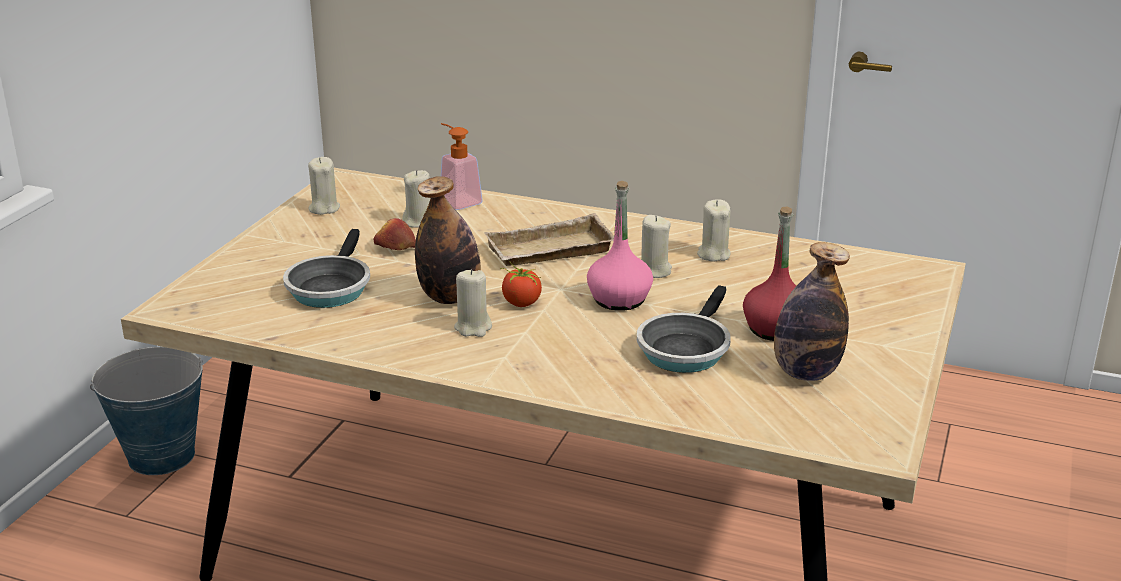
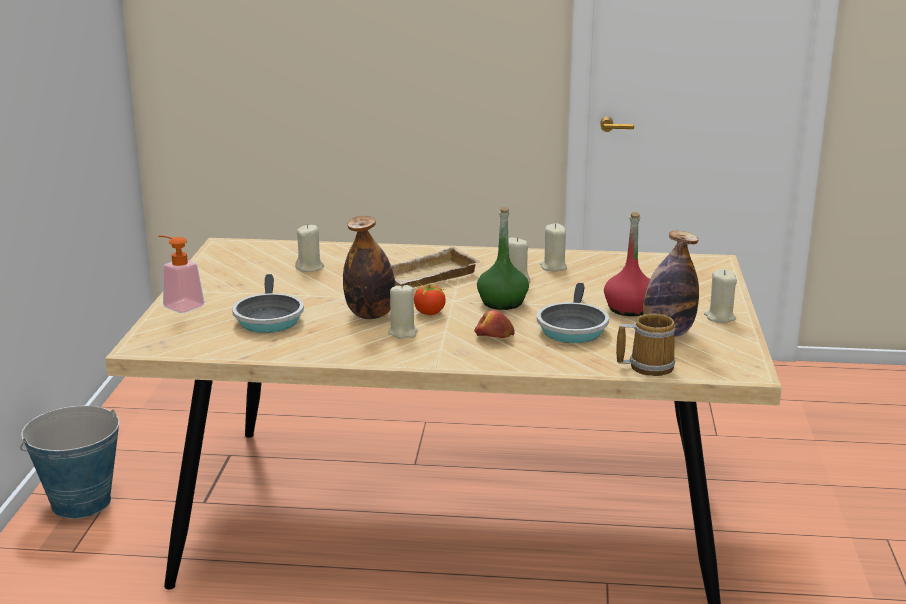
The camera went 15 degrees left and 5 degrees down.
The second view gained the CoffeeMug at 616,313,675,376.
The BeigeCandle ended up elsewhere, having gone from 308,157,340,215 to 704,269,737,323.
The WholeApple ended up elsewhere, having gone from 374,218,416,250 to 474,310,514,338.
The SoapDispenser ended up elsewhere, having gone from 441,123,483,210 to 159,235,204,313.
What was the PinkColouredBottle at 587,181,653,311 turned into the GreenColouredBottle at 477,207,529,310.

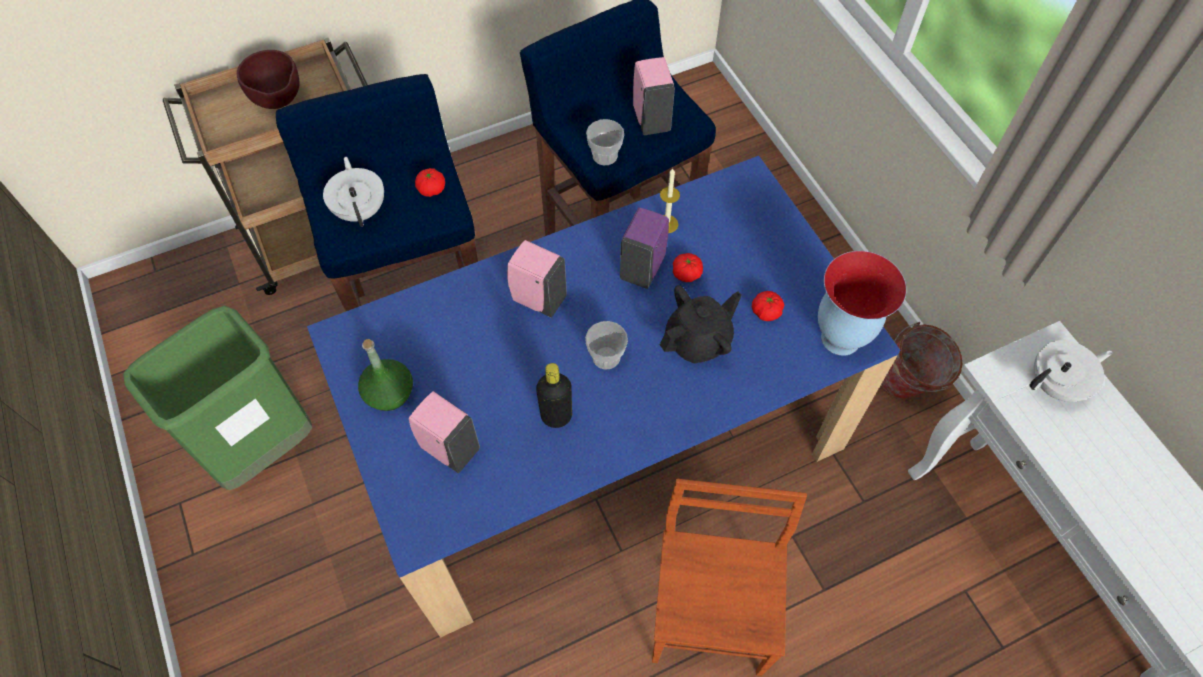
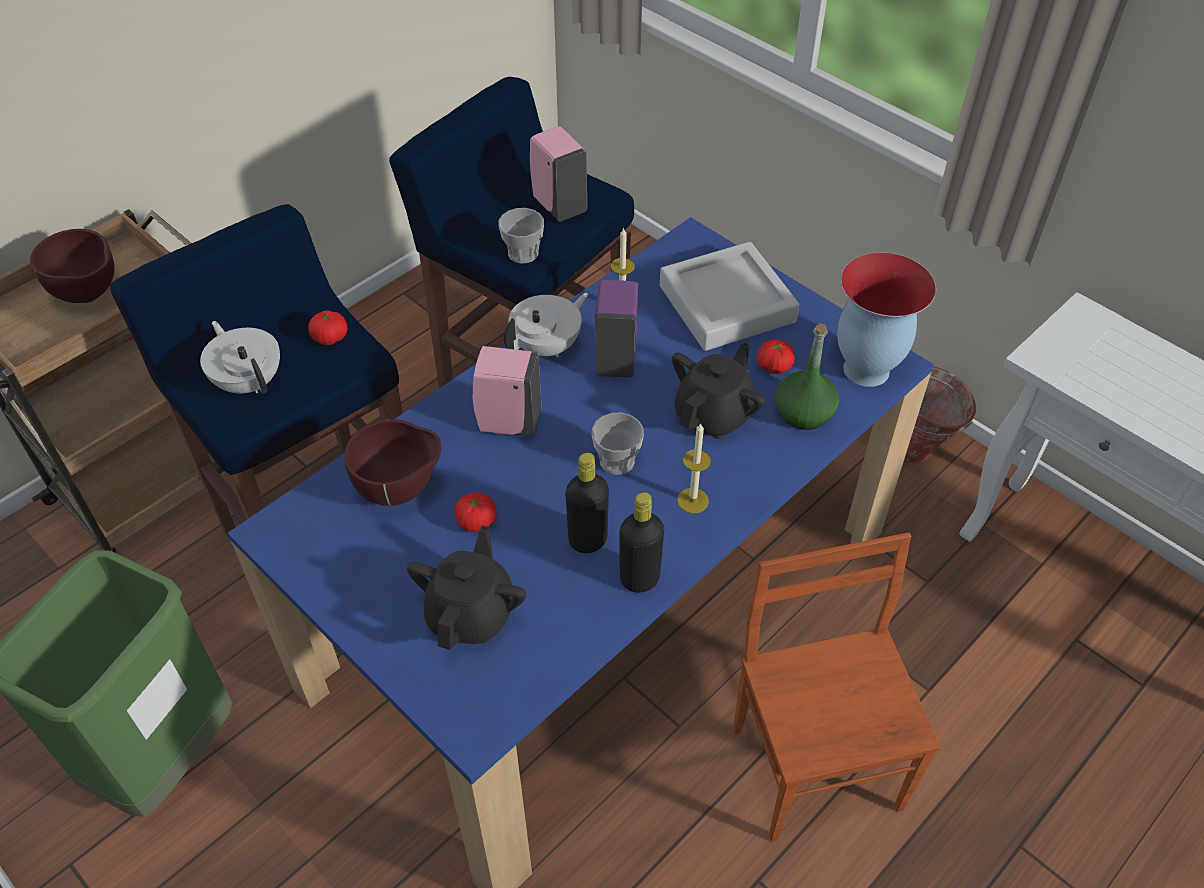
The camera went 20 degrees left and 10 degrees down.
The second view gained the BrownColouredBowl at 344,419,441,506.
The second view gained the BlackColouredBottle at 619,492,664,593.
The second view gained the GreyishCarryingTray at 660,242,799,351.
The second view gained the Candle at 677,423,711,514.
The GreenColouredBottle ended up elsewhere, having gone from 358,339,413,411 to 775,323,839,430.
The FreshTomato ended up elsewhere, having gone from 673,253,703,282 to 454,493,497,532.
The WhiteTeaPot ended up elsewhere, having gone from 1029,340,1113,402 to 504,293,588,357.
Where the PinkColouredSoapDispenser stood at 409,391,480,473, the BlackColouredTeaPot came to stand at 407,525,526,650.

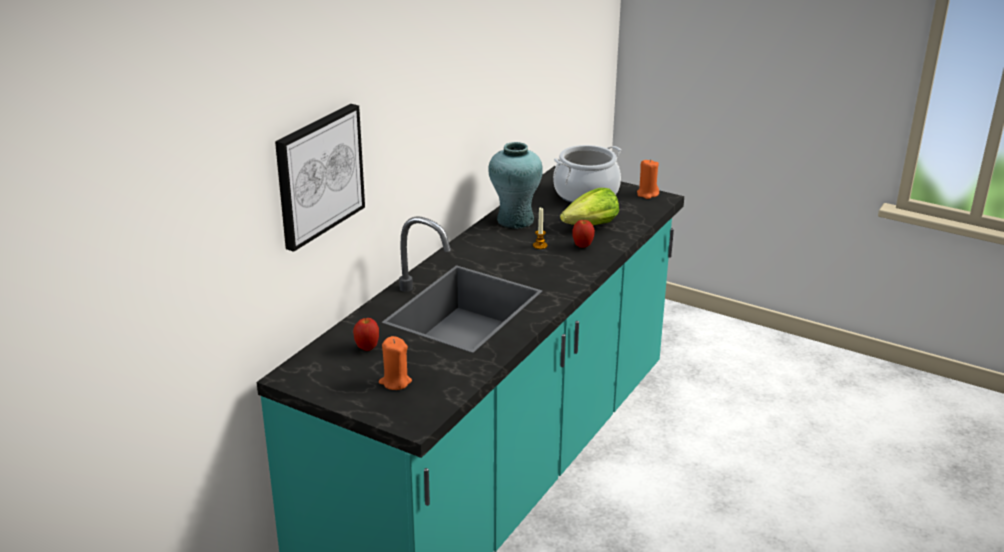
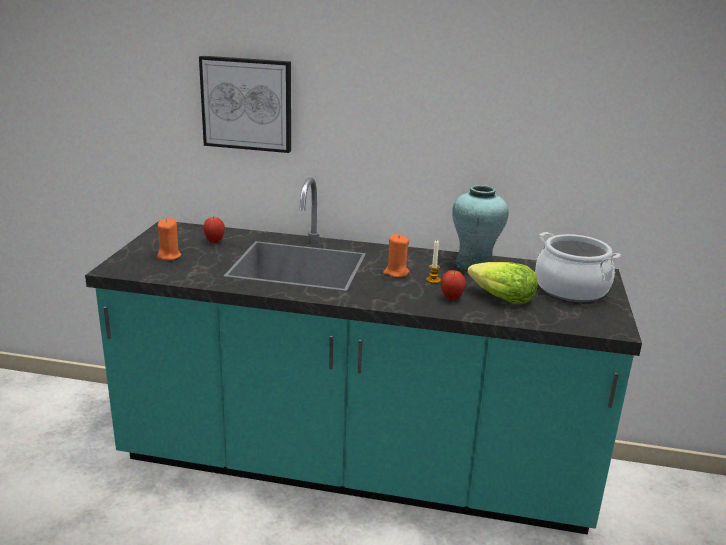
The camera went 70 degrees right and 5 degrees down.
The OrangeCandle ended up elsewhere, having gone from 637,159,659,199 to 383,234,409,277.

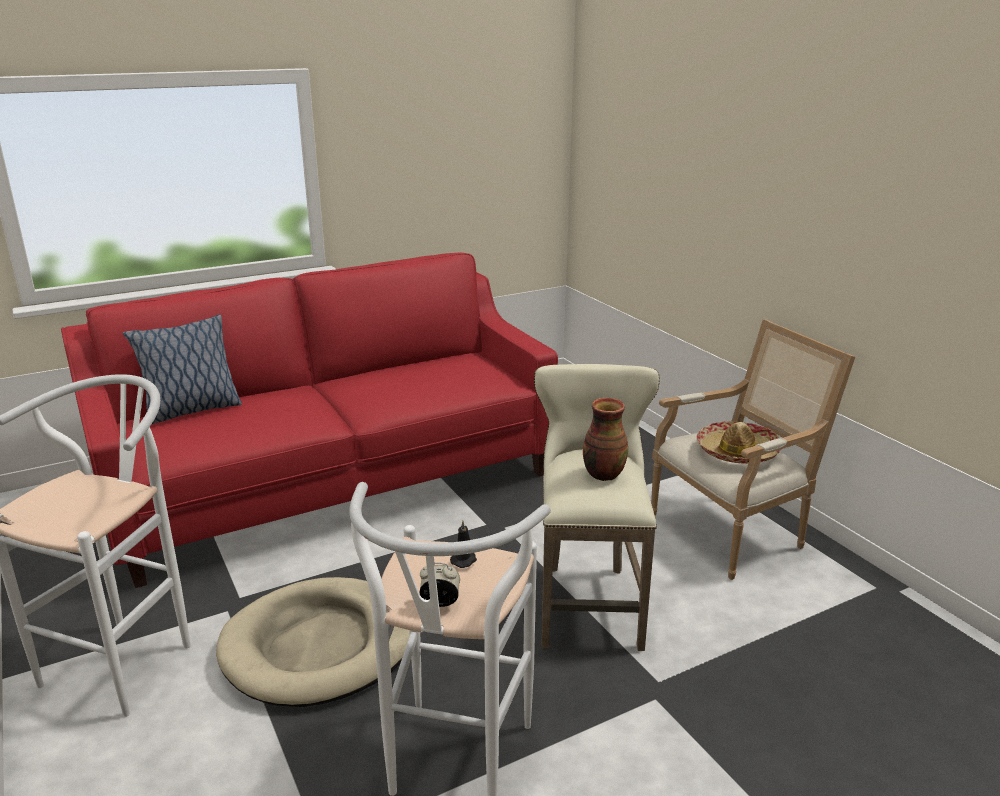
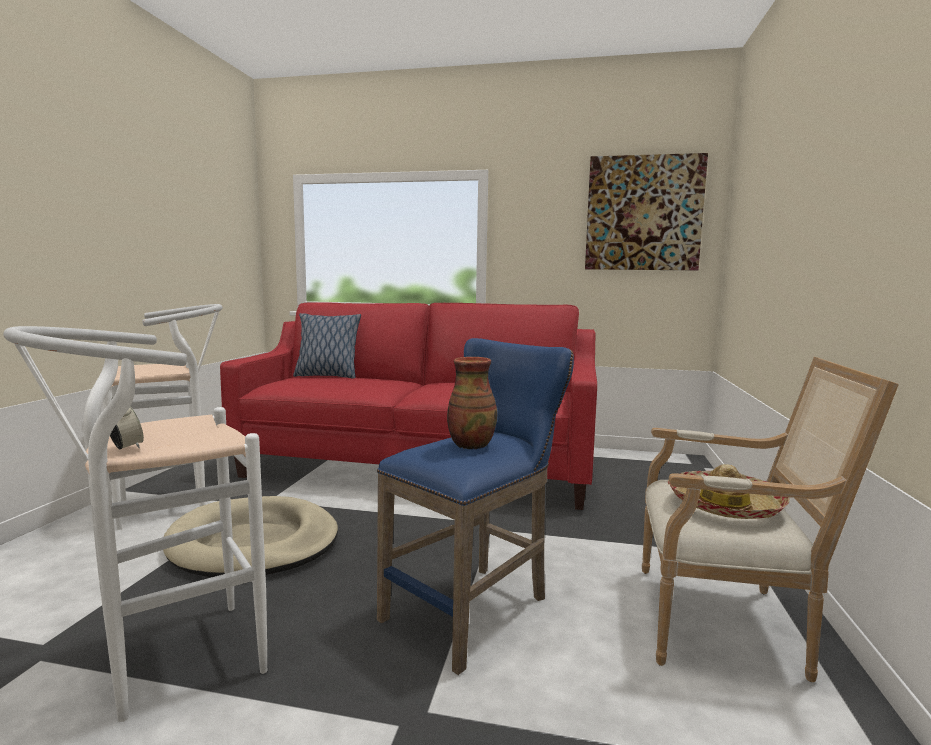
The camera went 40 degrees right and 15 degrees down.
The second view lost the BlackColouredCandle at 450,521,477,568.
The second view gained the WallPicture at 585,153,708,270.
What was the BeigeStoolSeat at 534,364,660,651 turned into the BluishStoolSeat at 377,338,574,675.

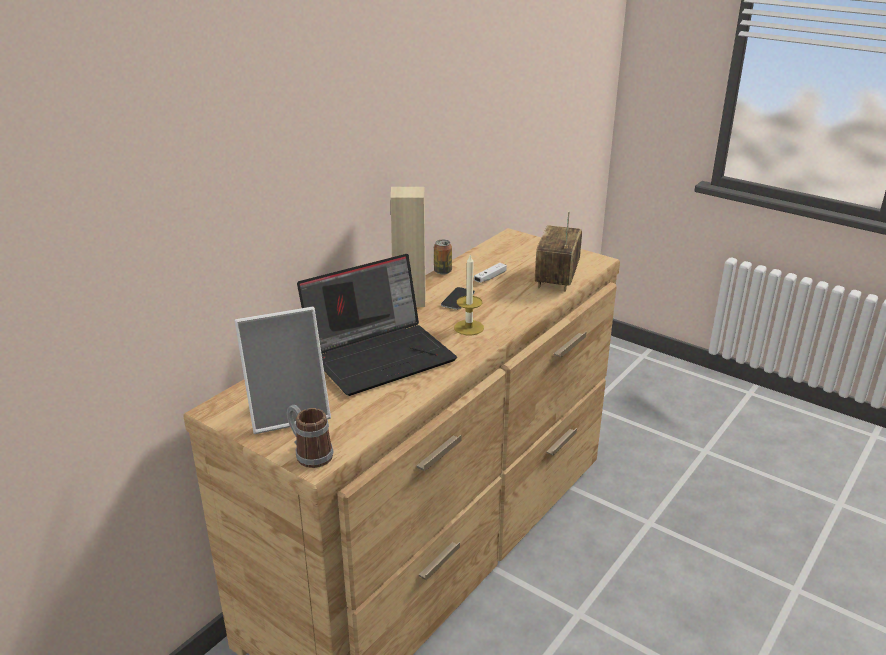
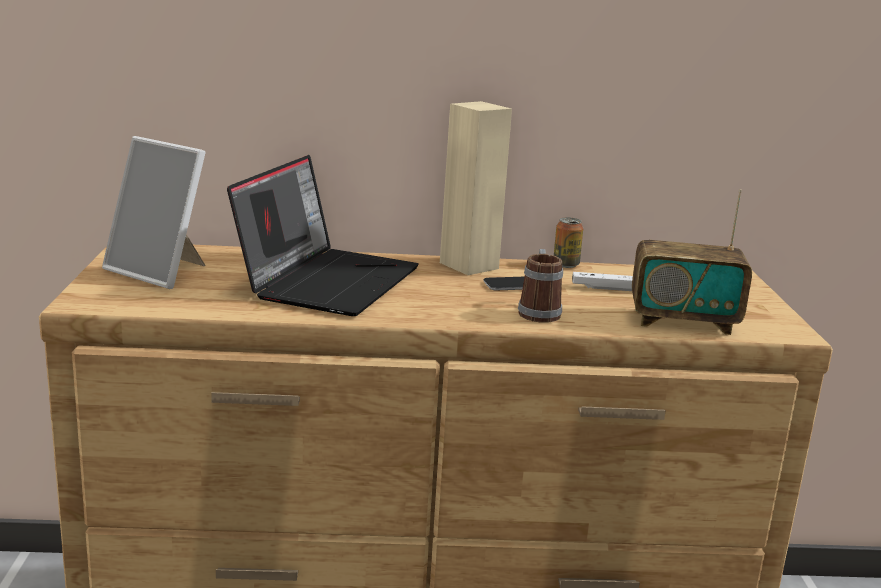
The camera went 50 degrees right and 10 degrees down.
The second view lost the Candle at 454,254,484,335.
The CoffeeMug ended up elsewhere, having gone from 287,405,334,468 to 518,249,563,323.
The PortableComputer at 297,254,457,396 ended up facing another way, 90 degrees counterclockwise from before.
The RadioSet at 535,211,582,292 ended up facing another way, 150 degrees counterclockwise from before.

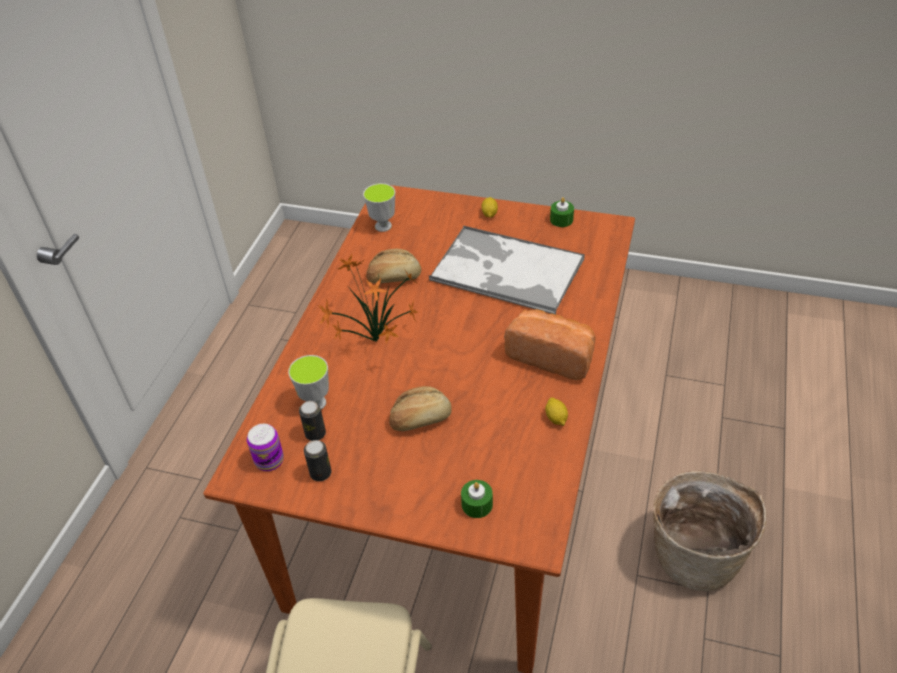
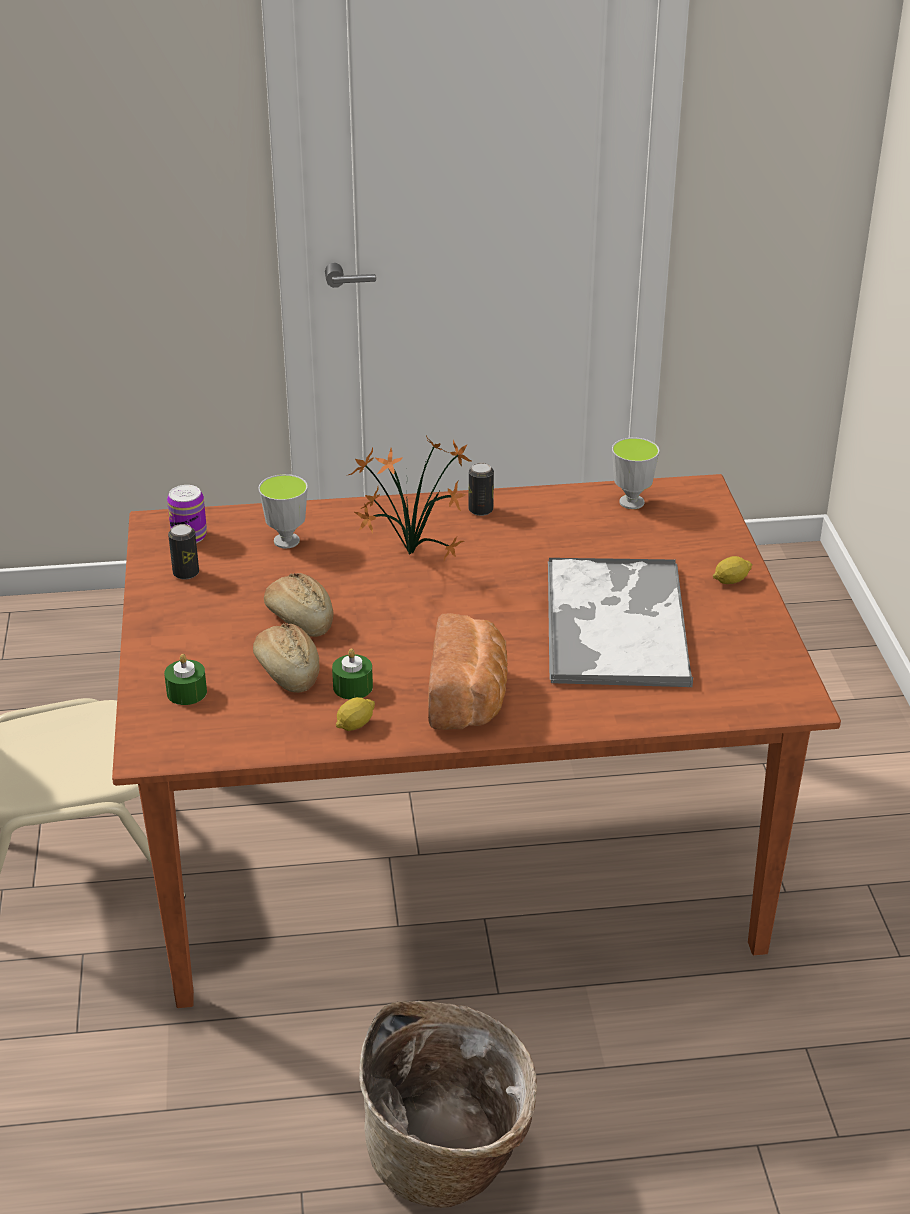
The camera went 65 degrees right and 10 degrees down.
The MetalCan ended up elsewhere, having gone from 299,401,326,441 to 469,463,494,516.
The Bread ended up elsewhere, having gone from 366,249,421,283 to 253,623,320,693.
The GreenColouredCandle ended up elsewhere, having gone from 550,197,574,227 to 332,648,373,699.

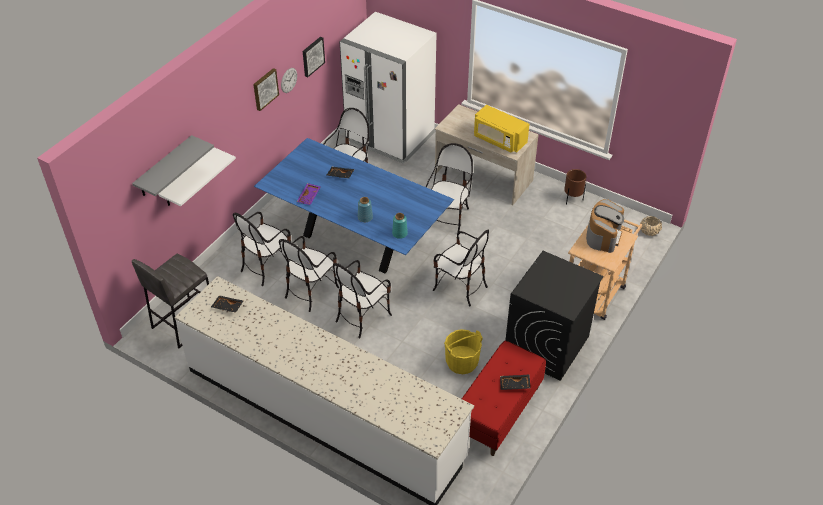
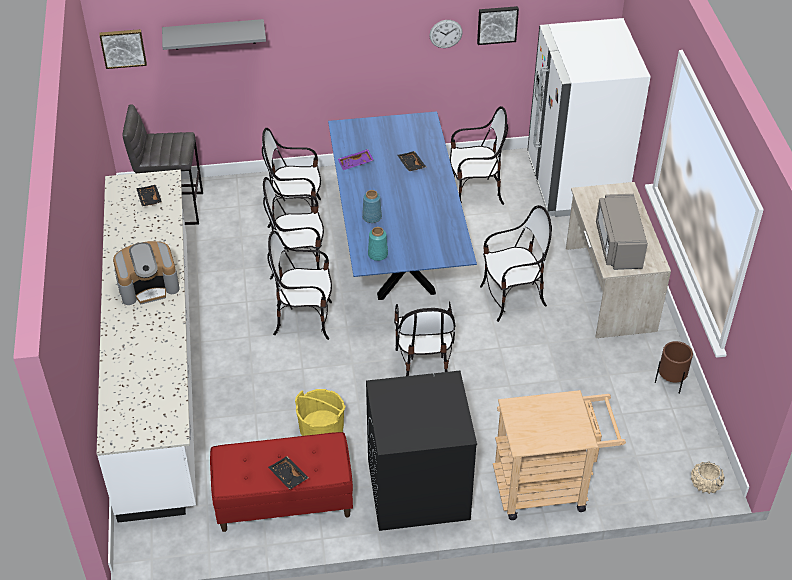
The camera went 50 degrees right and 0 degrees up.
The second view lost the WhiteBracketShelf at 158,147,236,206.
The WallPicture ended up elsewhere, having gone from 253,68,279,111 to 99,29,147,69.
The CoffeeBrewer ended up elsewhere, having gone from 586,199,624,253 to 113,241,180,305.
What was the YellowishMicrowaveOven at 474,105,530,153 turned into the GreyishMicrowaveOven at 596,194,648,270.

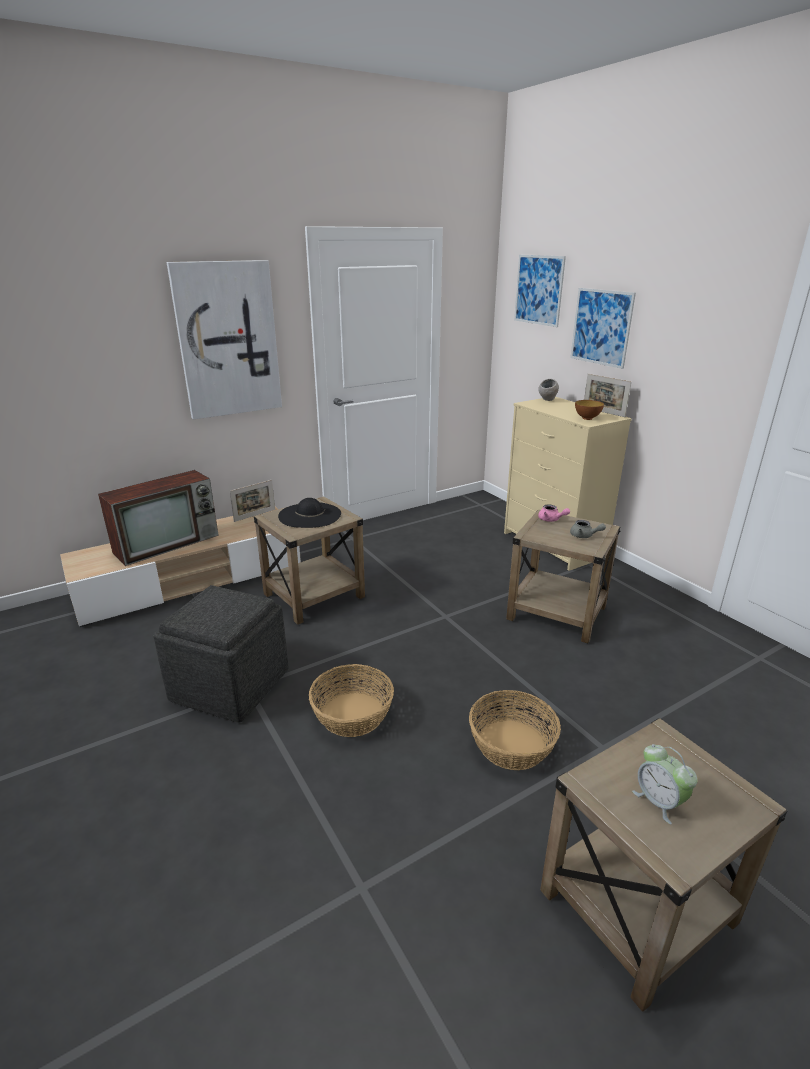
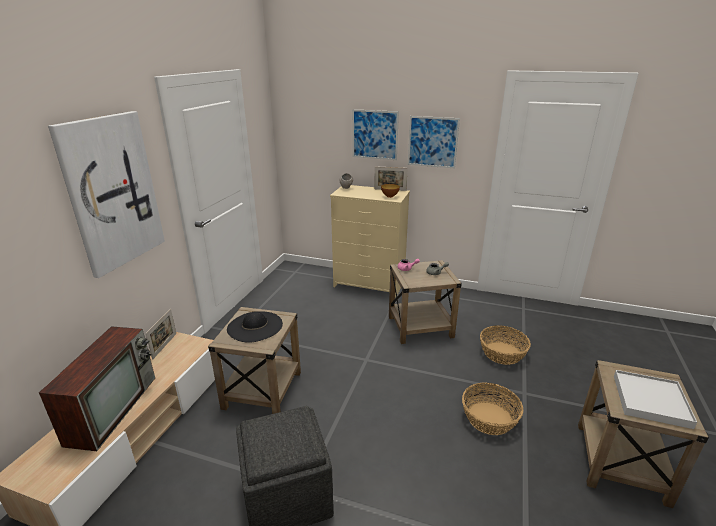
The camera went 40 degrees left and 0 degrees up.
The StorageBasket ended up elsewhere, having gone from 309,664,394,737 to 480,326,531,365.
The WallPicture ended up elsewhere, having gone from 514,255,566,327 to 408,116,460,168.
Where the TableClock stood at 632,744,697,824, the WhiteCarryingTray came to stand at 614,370,697,429.

